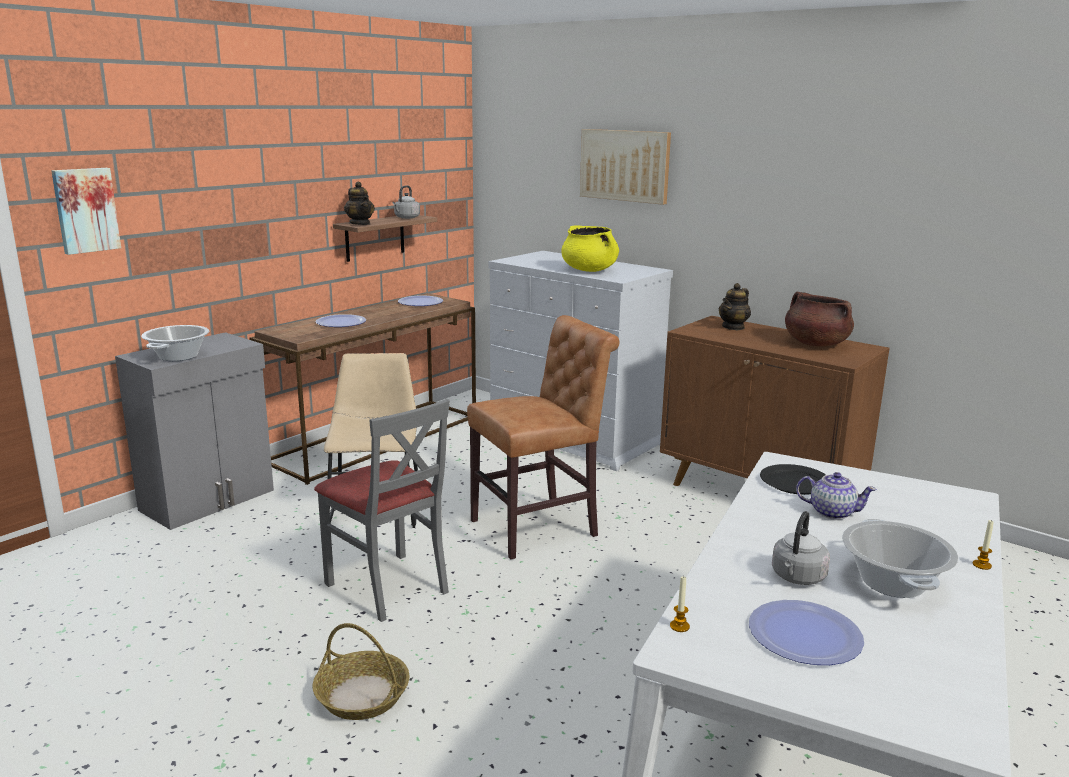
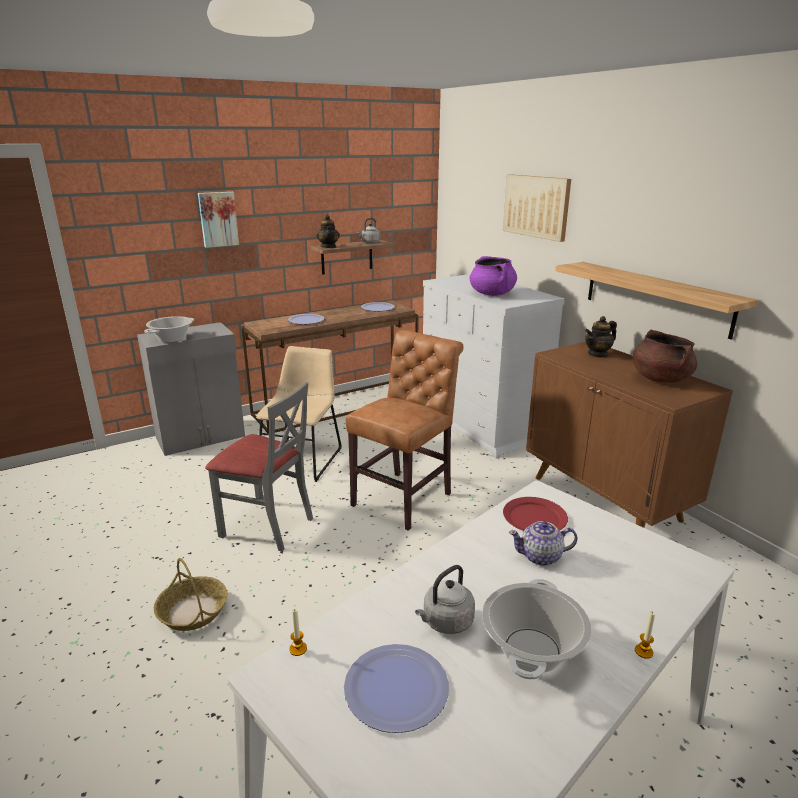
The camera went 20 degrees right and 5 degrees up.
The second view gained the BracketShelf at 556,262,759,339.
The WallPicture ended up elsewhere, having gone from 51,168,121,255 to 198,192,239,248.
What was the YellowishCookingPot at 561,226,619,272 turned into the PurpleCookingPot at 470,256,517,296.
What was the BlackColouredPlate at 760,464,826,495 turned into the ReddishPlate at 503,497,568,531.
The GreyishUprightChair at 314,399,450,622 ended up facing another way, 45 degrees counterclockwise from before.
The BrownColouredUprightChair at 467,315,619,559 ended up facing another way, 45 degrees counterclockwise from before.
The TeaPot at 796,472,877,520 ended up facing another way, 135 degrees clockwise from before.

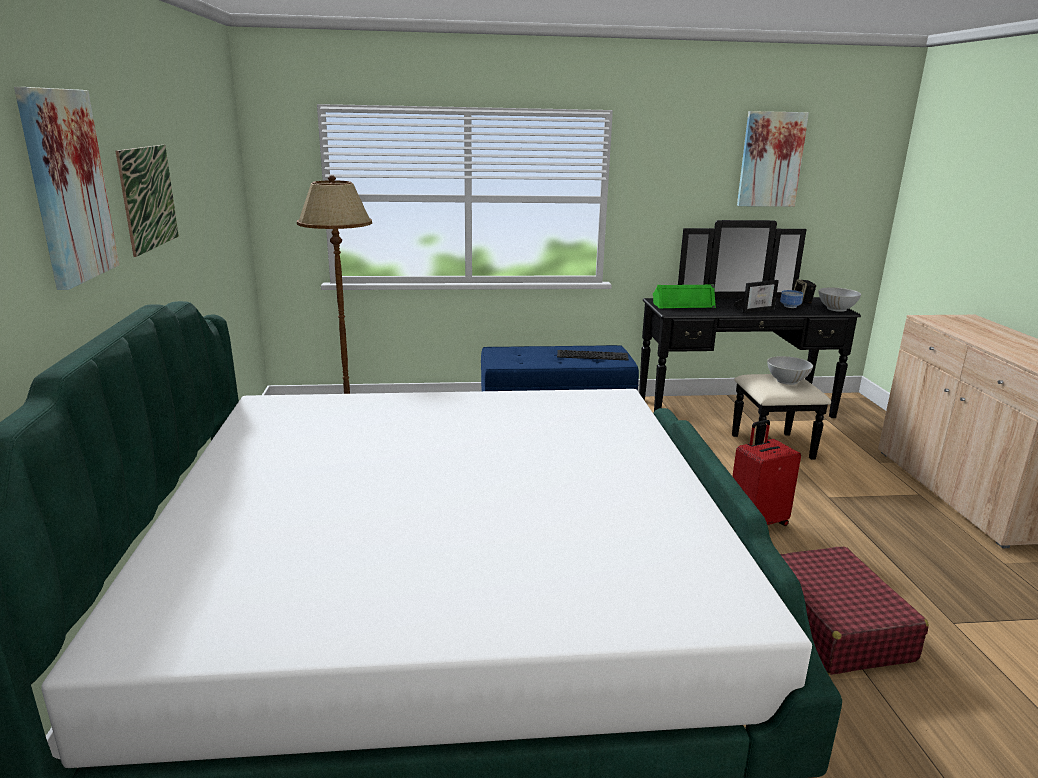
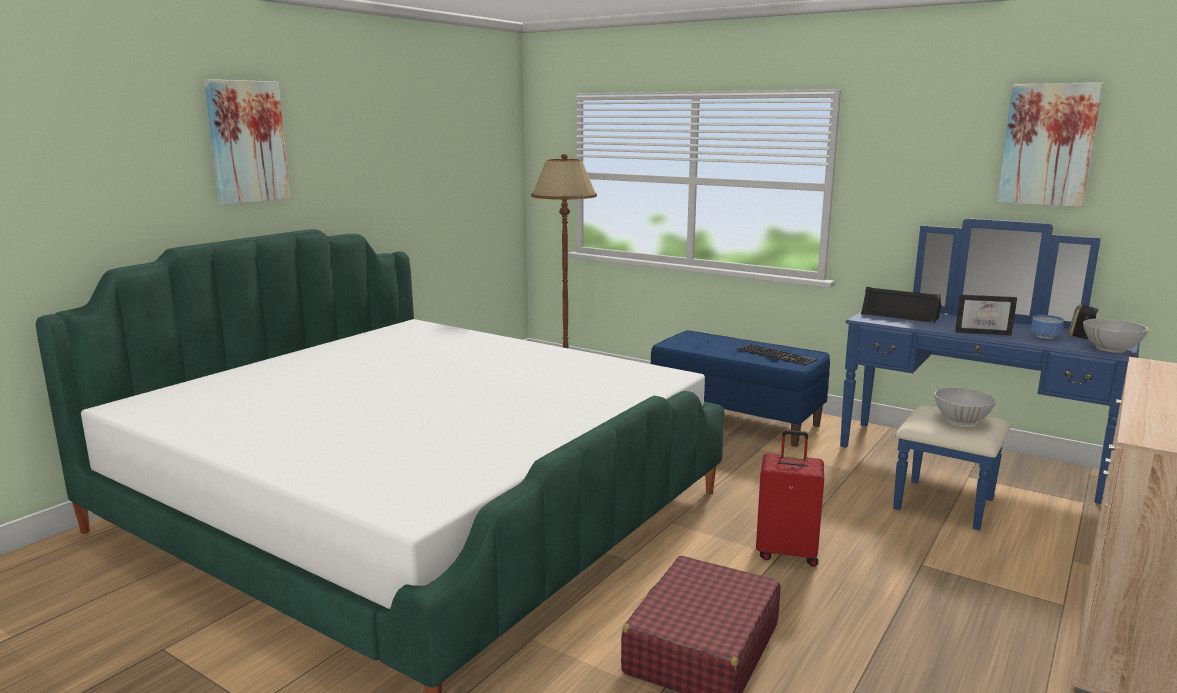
The camera went 40 degrees right and 5 degrees down.
The second view lost the WallPicture at 116,145,179,257.
What was the BlackColouredChestOfDrawers at 639,220,861,460 turned into the BluishChestOfDrawers at 840,218,1140,530.
What was the GreenColouredSpeaker at 653,284,716,309 turned into the BlackColouredSpeaker at 861,287,941,323.

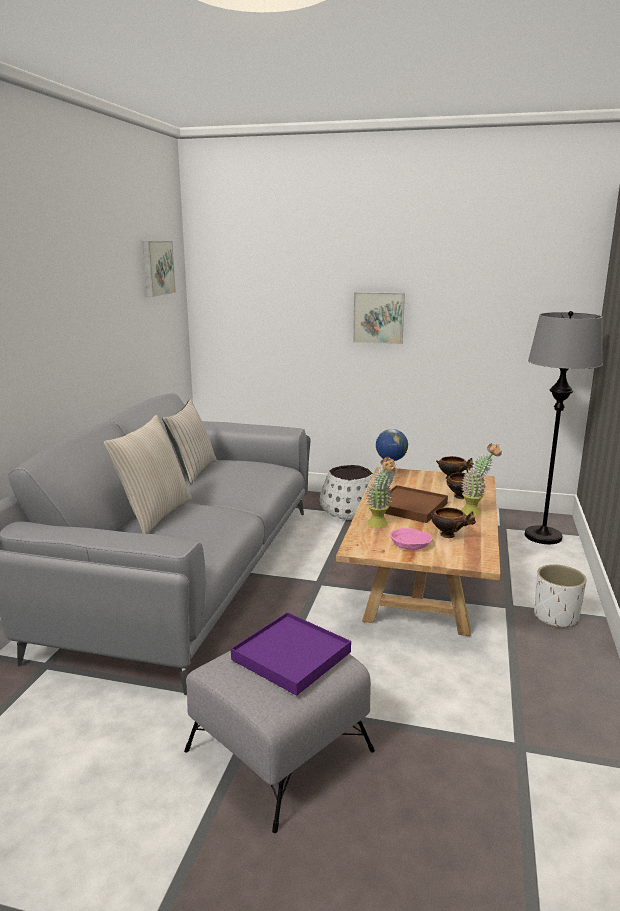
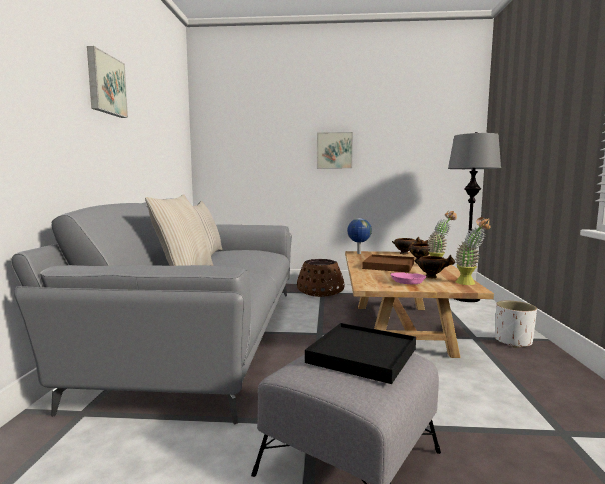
The camera went 10 degrees left and 10 degrees down.
The WallPicture ended up elsewhere, having gone from 142,241,176,297 to 87,46,128,118.
The Houseplant ended up elsewhere, having gone from 366,457,396,528 to 455,217,491,285.
What was the PurpleCarryingTray at 231,612,351,696 turned into the BlackColouredCarryingTray at 305,323,416,384.
What was the WhiteFlowerPot at 320,465,373,520 turned into the BrownColouredFlowerPot at 297,259,345,297.

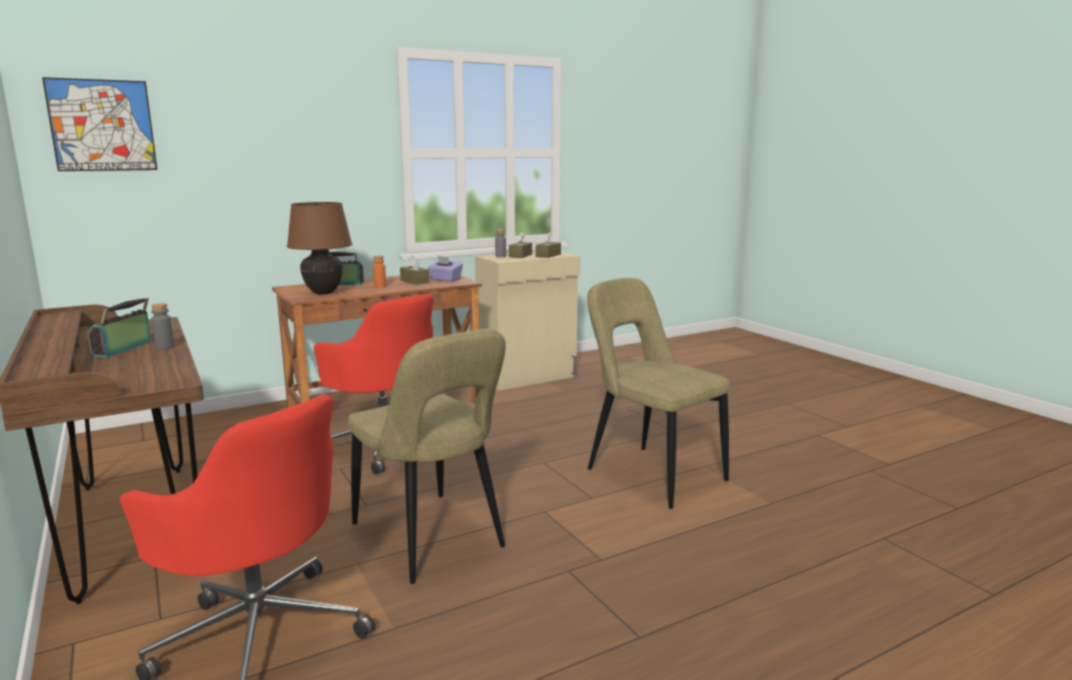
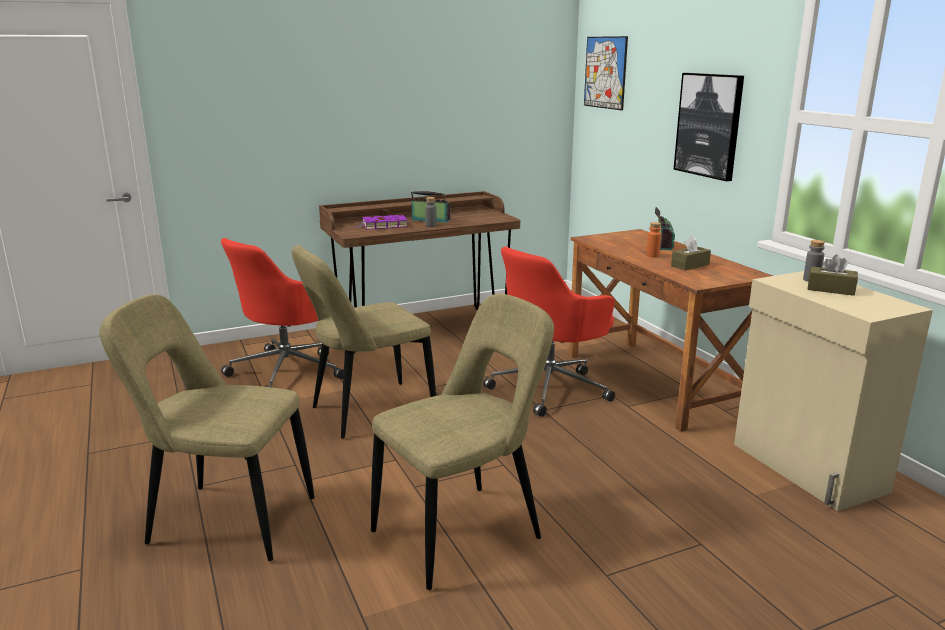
The camera went 95 degrees right and 5 degrees up.
The second view lost the BrownColouredLampForATable at 287,202,352,295.
The second view lost the PurpleTissueHolder at 427,256,463,282.
The second view lost the BrownColouredTissueHolder at 535,232,561,258.
The second view gained the BeigeUprightChair at 99,294,315,561.
The second view gained the PurpleBoundBook at 356,215,408,230.
The second view gained the WallPicture at 673,73,744,181.

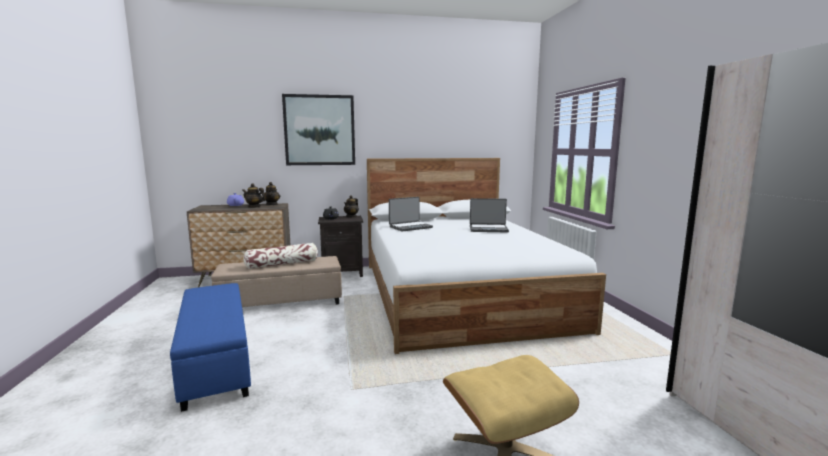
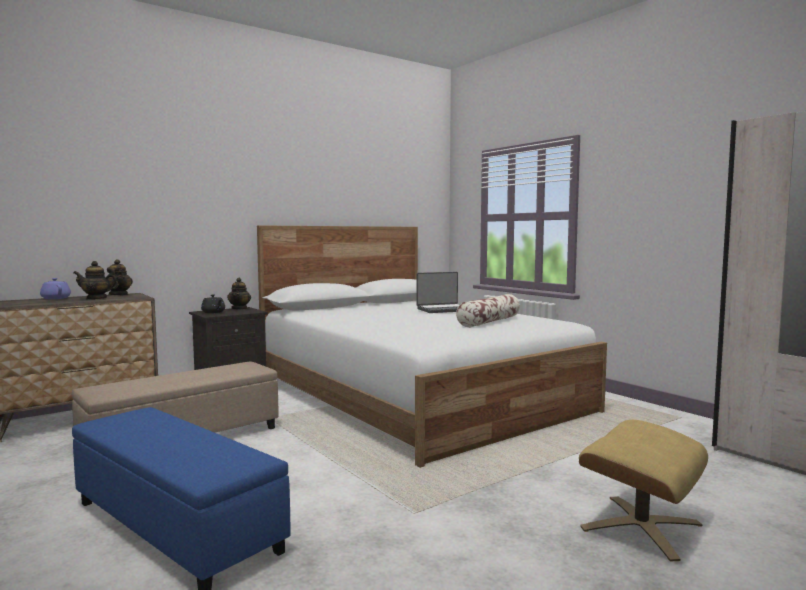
The camera went 25 degrees left and 5 degrees down.
The second view lost the WallPicture at 282,94,355,165.
The second view lost the PortableComputer at 389,197,433,232.
The Cushion ended up elsewhere, having gone from 243,243,318,269 to 456,294,520,327.

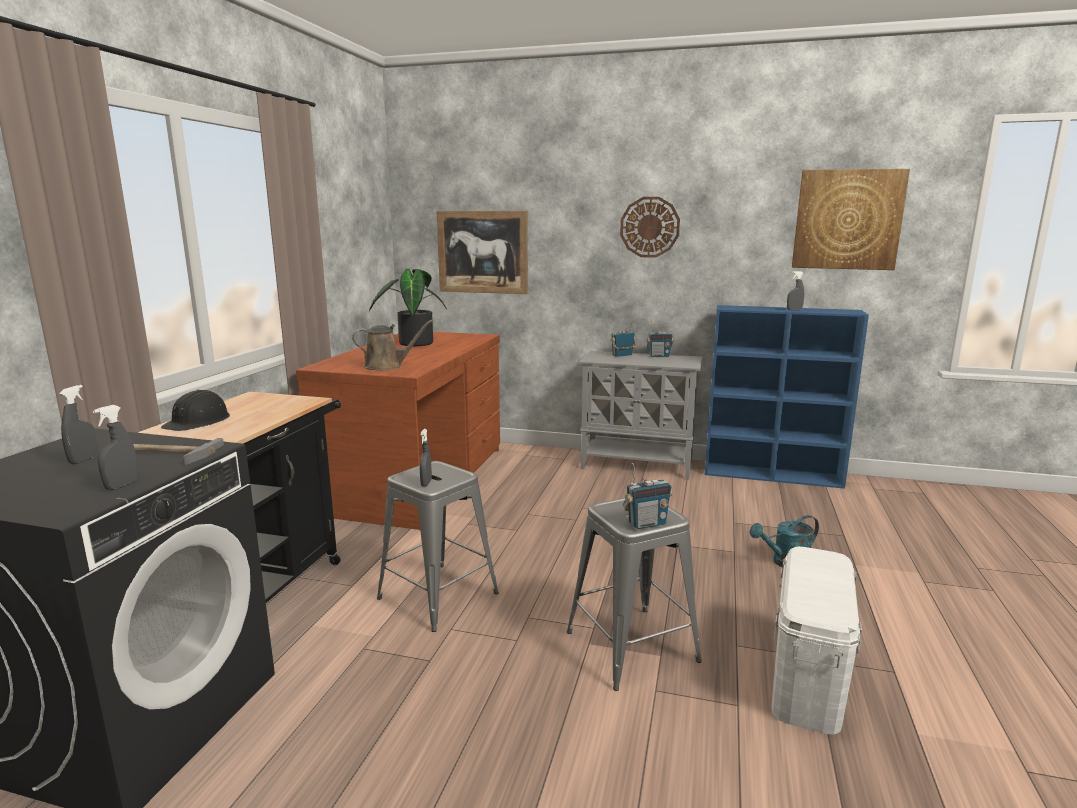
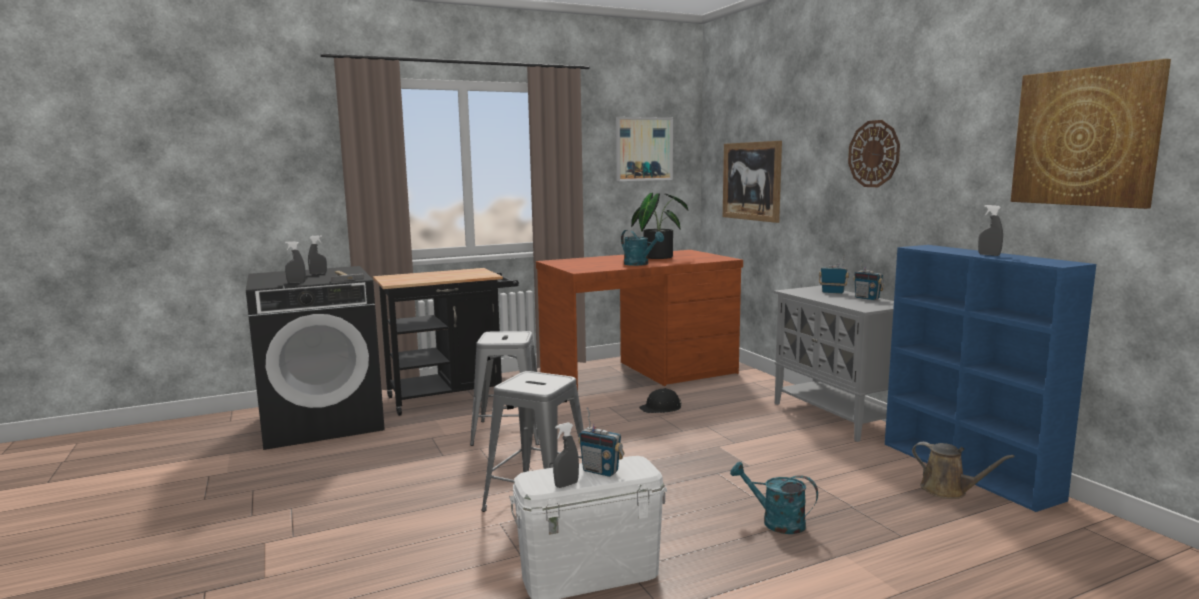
The camera went 50 degrees right and 5 degrees down.
The second view gained the WallPicture at 616,117,673,181.
The second view gained the TurquoiseWateringPot at 621,230,664,266.
The BlackColouredSafetyHelmet ended up elsewhere, having gone from 161,390,230,431 to 639,388,682,413.
The BrownColouredWateringPot ended up elsewhere, having gone from 352,320,433,371 to 912,442,1014,499.
The GreyishHandSprayer ended up elsewhere, having gone from 420,429,432,487 to 553,422,579,488.
The RadioSet ended up elsewhere, having gone from 623,463,672,529 to 578,407,625,477.

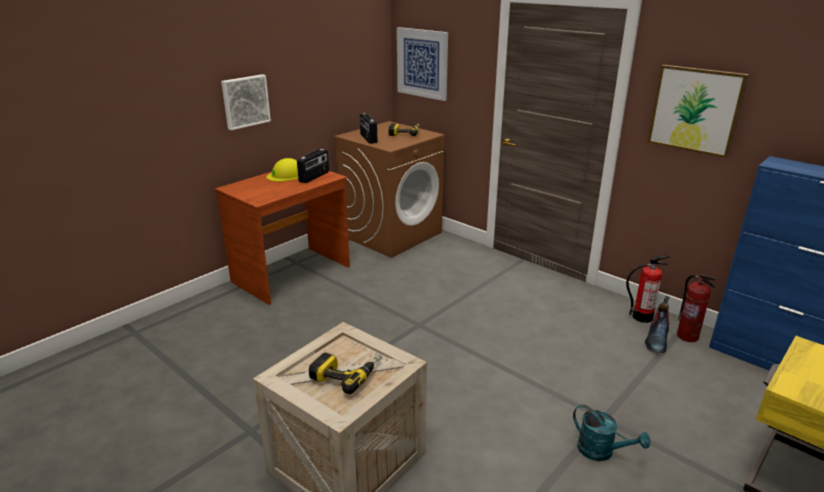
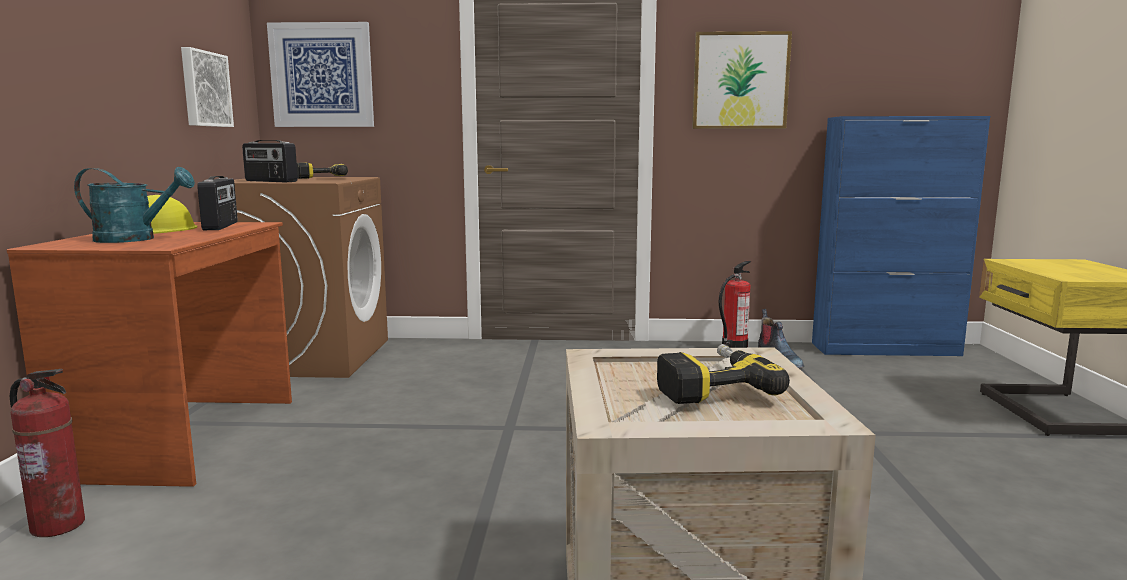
The camera went 40 degrees left and 15 degrees down.
The WallPicture ended up elsewhere, having gone from 221,74,271,130 to 181,47,234,127.
The TurquoiseWateringPot ended up elsewhere, having gone from 573,405,650,461 to 74,167,195,243.
The Extinguisher ended up elsewhere, having gone from 677,274,717,342 to 10,369,85,537.

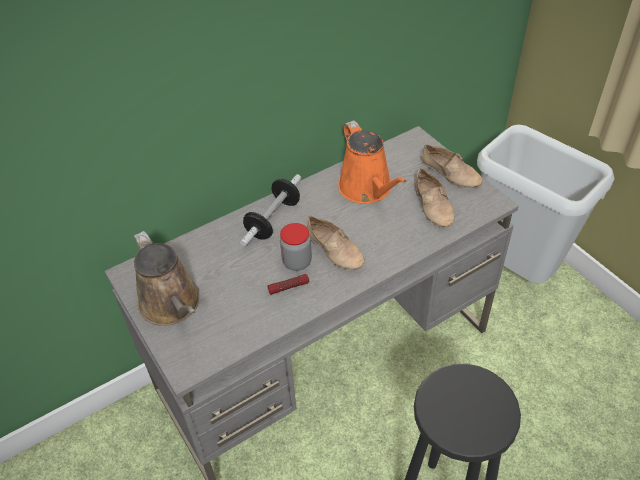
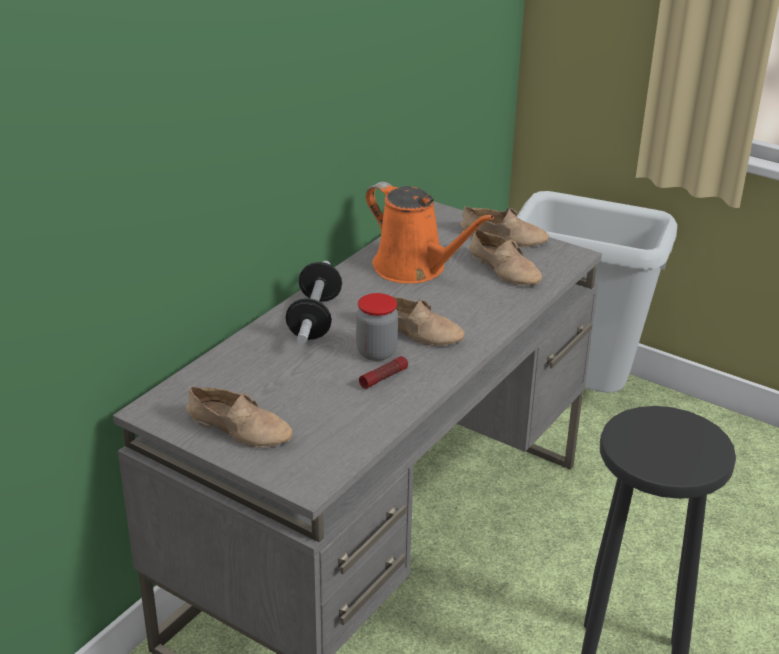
The camera went 25 degrees left and 15 degrees down.
Where the BrownColouredWateringPot stood at 134,231,200,326, the BeigeShoe came to stand at 186,386,293,448.

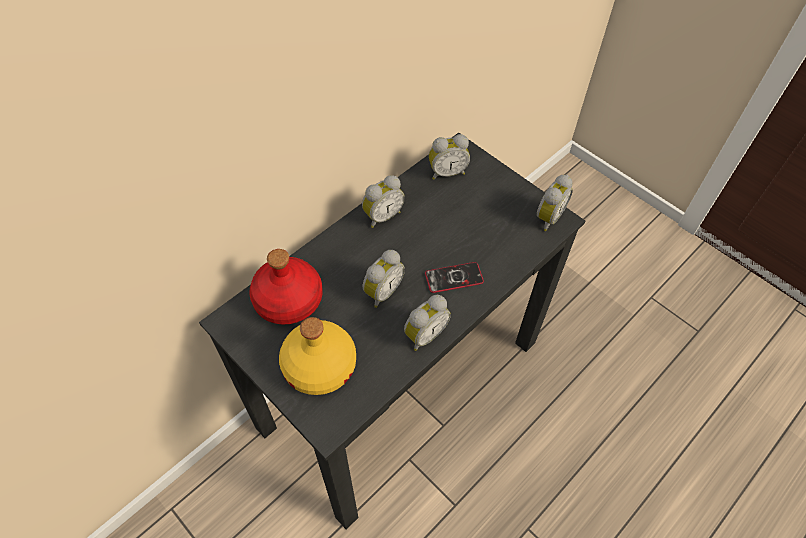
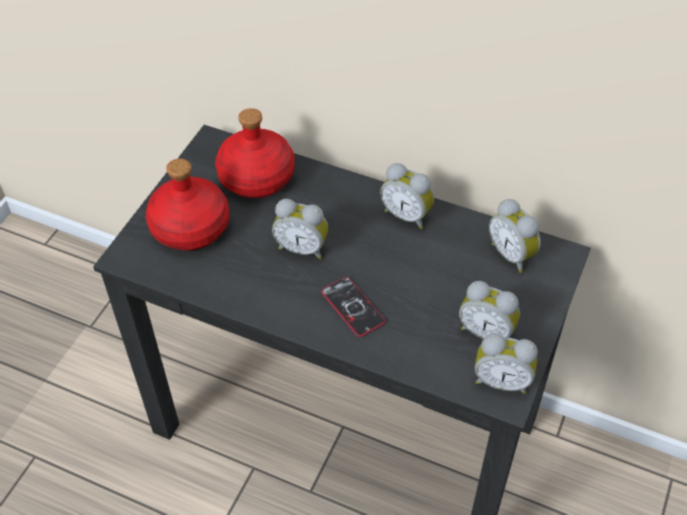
The camera went 70 degrees right and 5 degrees down.
The TableClock ended up elsewhere, having gone from 404,295,451,351 to 459,281,520,339.
What was the YellowishBottle at 279,317,356,395 turned into the ReddishBottle at 146,159,229,251.

